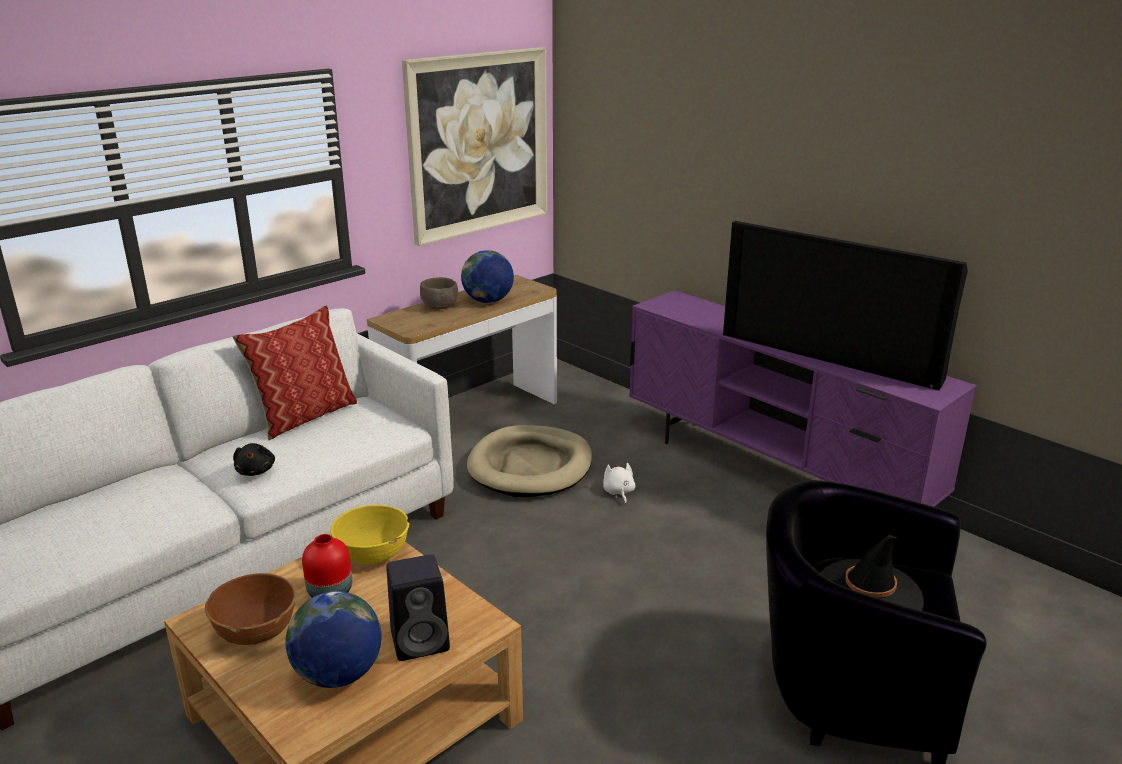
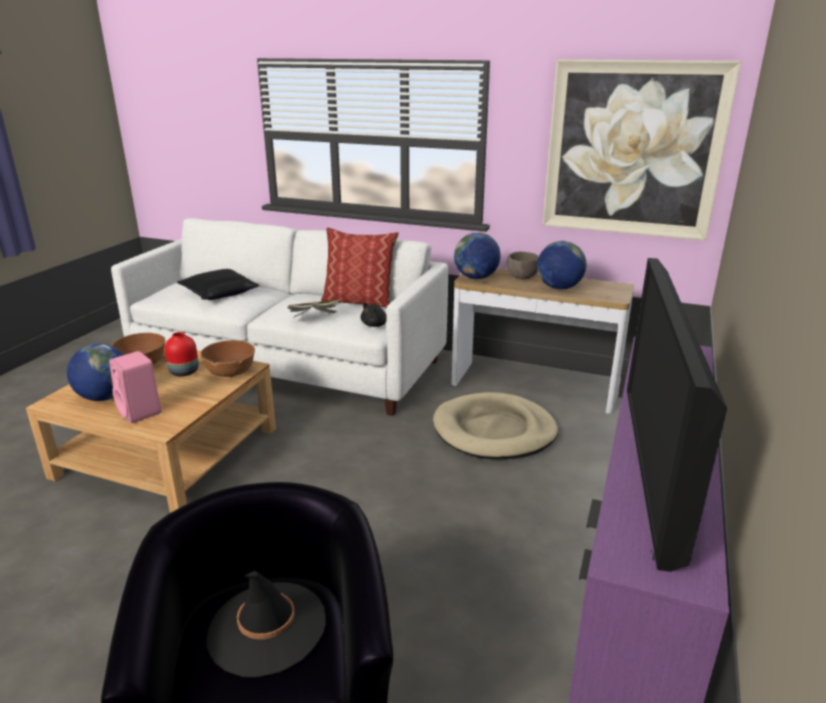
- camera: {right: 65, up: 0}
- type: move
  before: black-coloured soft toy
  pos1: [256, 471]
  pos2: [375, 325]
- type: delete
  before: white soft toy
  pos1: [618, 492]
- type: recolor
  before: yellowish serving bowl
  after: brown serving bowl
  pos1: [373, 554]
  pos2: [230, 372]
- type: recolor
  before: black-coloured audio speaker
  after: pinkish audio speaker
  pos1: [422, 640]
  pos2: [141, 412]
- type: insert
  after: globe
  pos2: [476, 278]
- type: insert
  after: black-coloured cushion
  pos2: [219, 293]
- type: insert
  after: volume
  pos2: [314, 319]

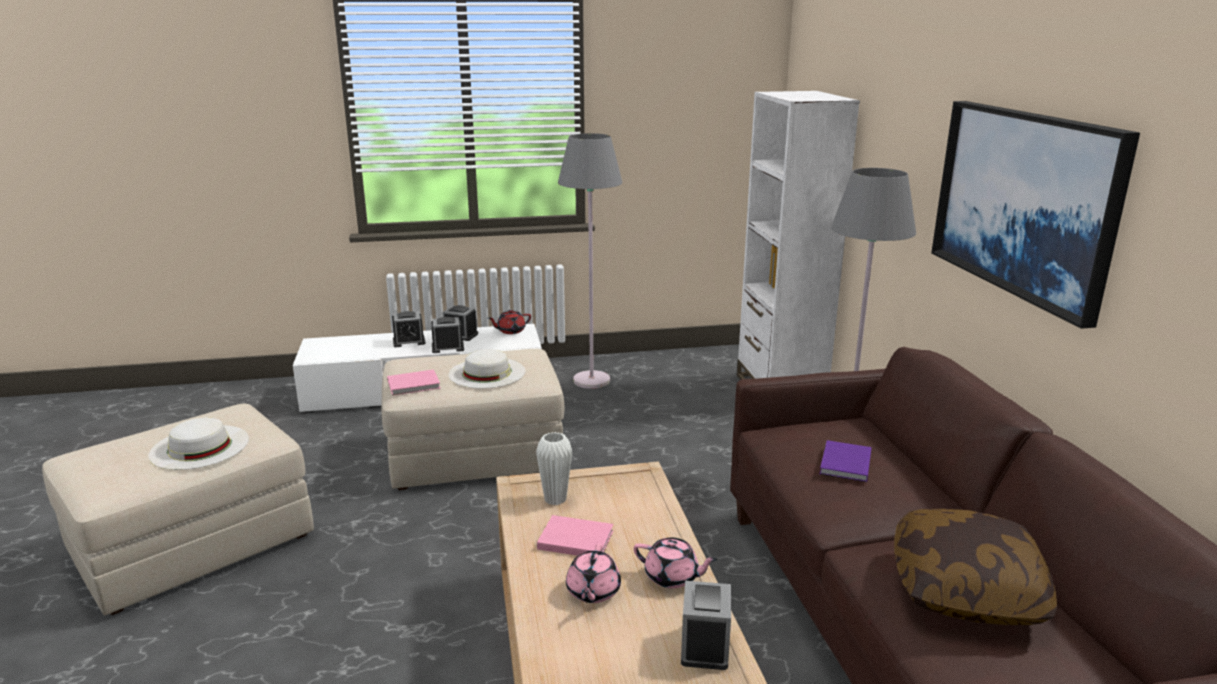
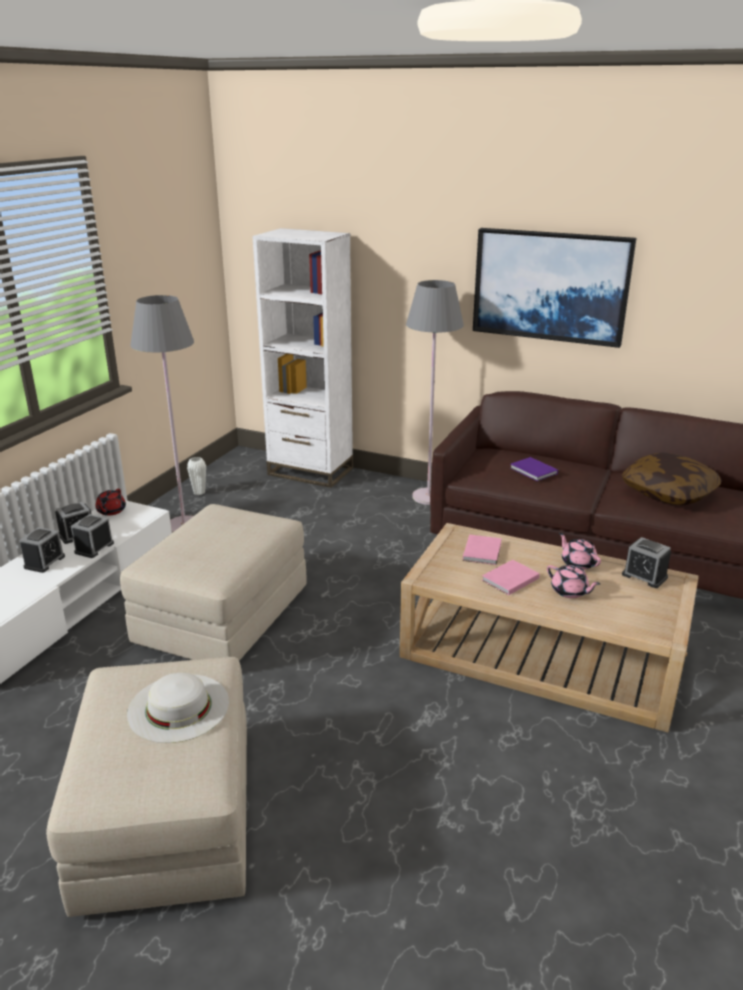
- camera: {right: -55, up: 5}
- type: delete
  before: white clothing hat
  pos1: [487, 372]
- type: move
  before: pinkish volume
  pos1: [415, 385]
  pos2: [483, 551]
- type: move
  before: white flower vase
  pos1: [555, 499]
  pos2: [199, 492]
- type: rotate
  before: pinkish pot for tea
  pos1: [672, 577]
  pos2: [578, 563]
  turn: -90

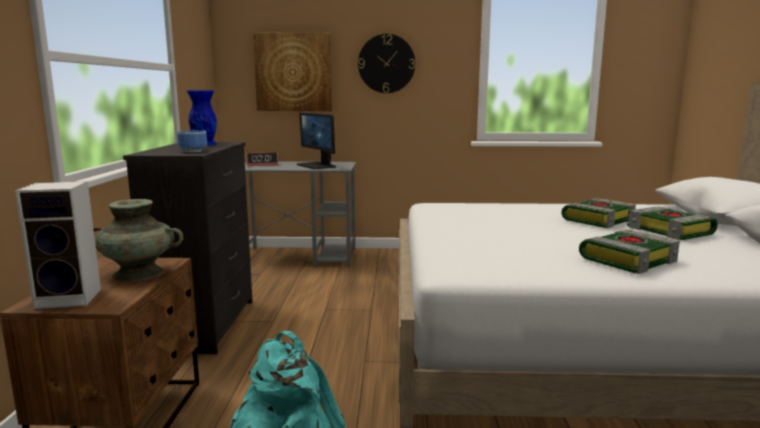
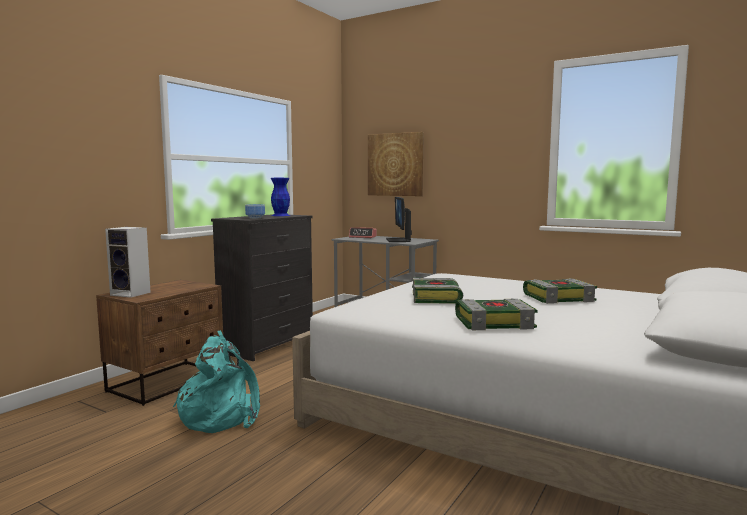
- camera: {right: 30, up: -5}
- type: delete
  before: wall clock
  pos1: [386, 64]
- type: delete
  before: blue-green flower vase
  pos1: [139, 273]
- type: move
  before: volume
  pos1: [671, 231]
  pos2: [437, 298]

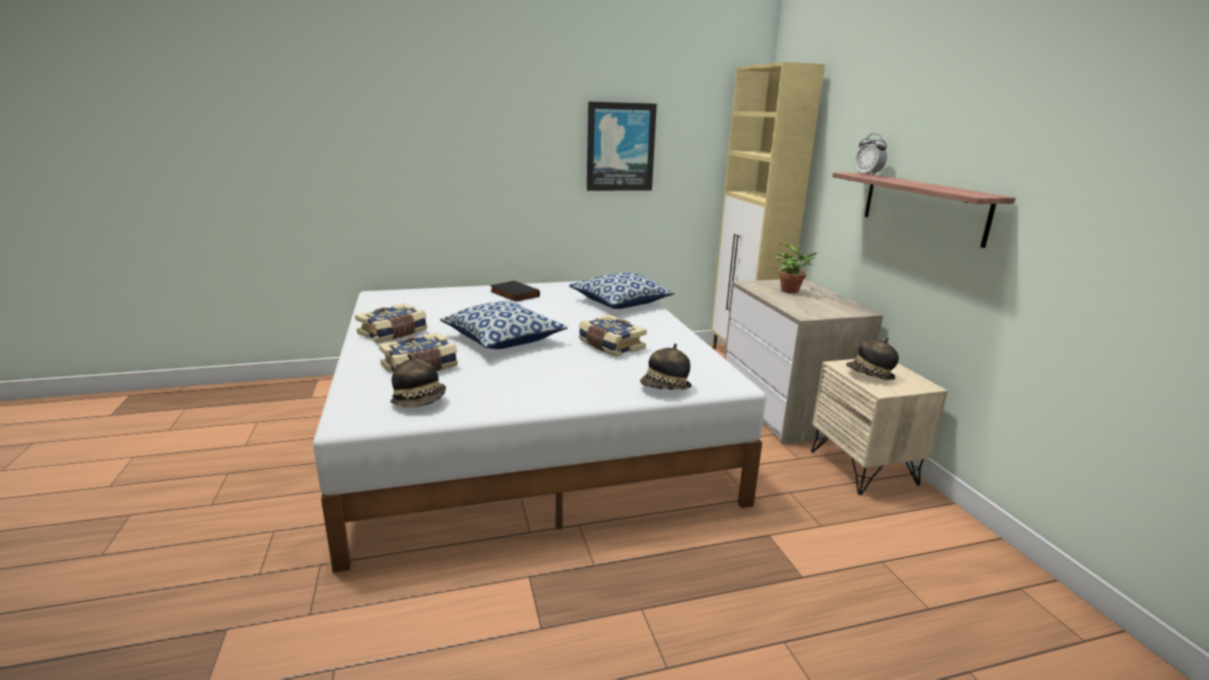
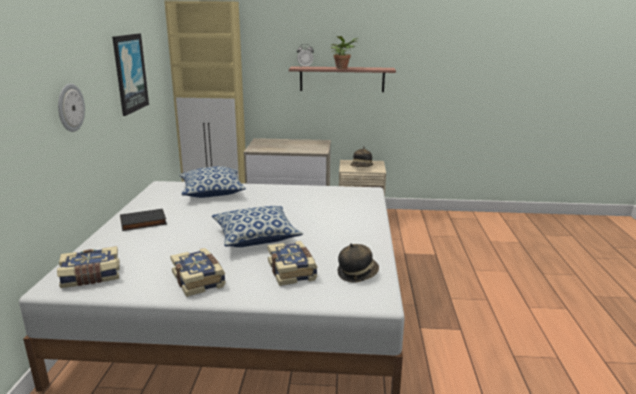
- camera: {right: -70, up: 0}
- type: move
  before: houseplant
  pos1: [792, 291]
  pos2: [342, 68]
- type: move
  before: volume
  pos1: [610, 346]
  pos2: [91, 277]
- type: delete
  before: clothing hat
  pos1: [665, 388]
- type: insert
  after: wall clock
  pos2: [70, 107]

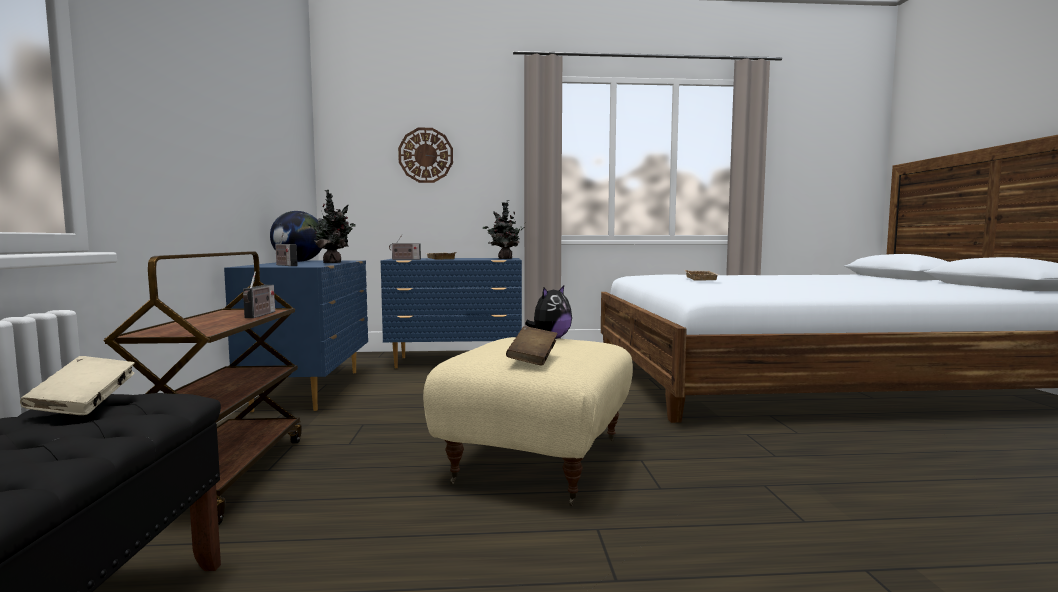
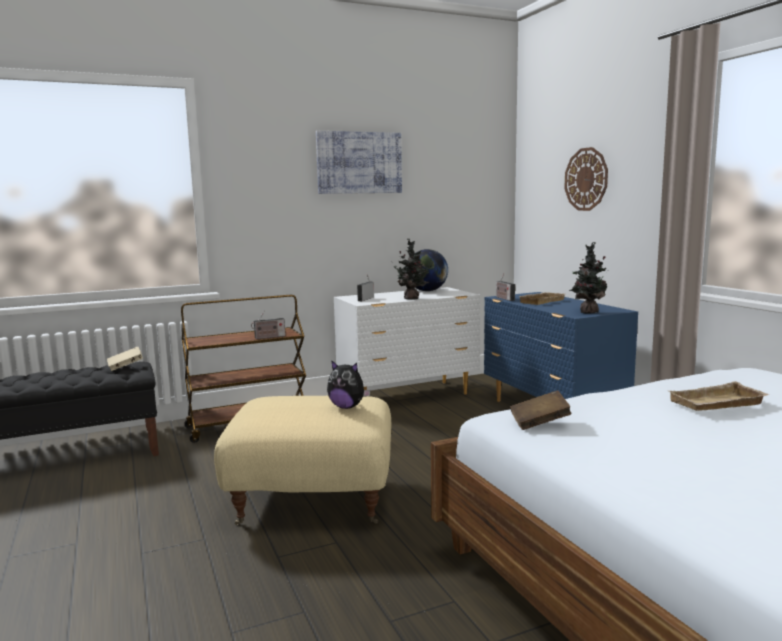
- camera: {right: 70, up: 5}
- type: recolor
  before: blue-coloured dresser
  after: white dresser
  pos1: [312, 389]
  pos2: [409, 396]
- type: move
  before: brown volume
  pos1: [532, 359]
  pos2: [539, 423]
- type: insert
  after: wall picture
  pos2: [359, 163]

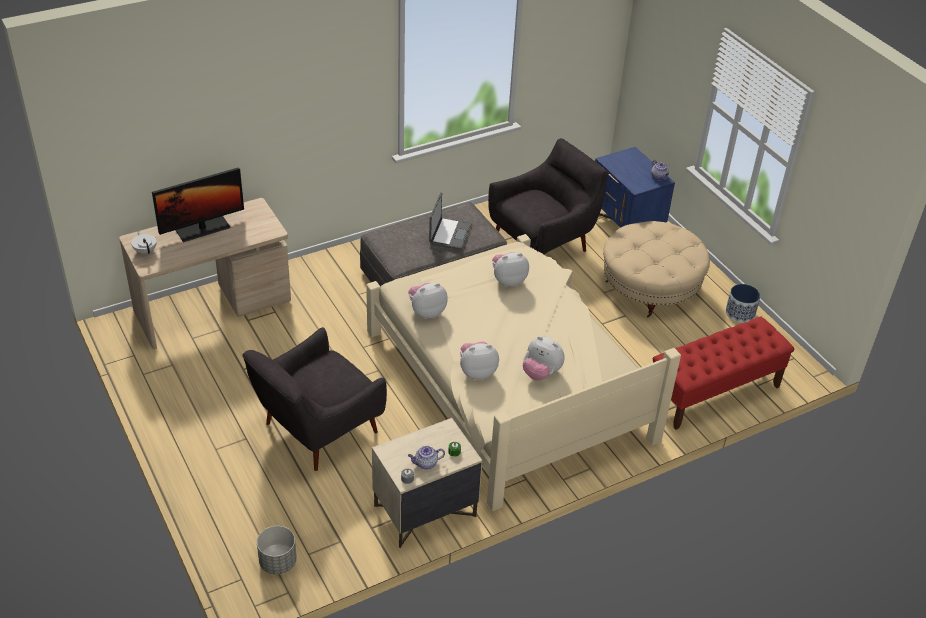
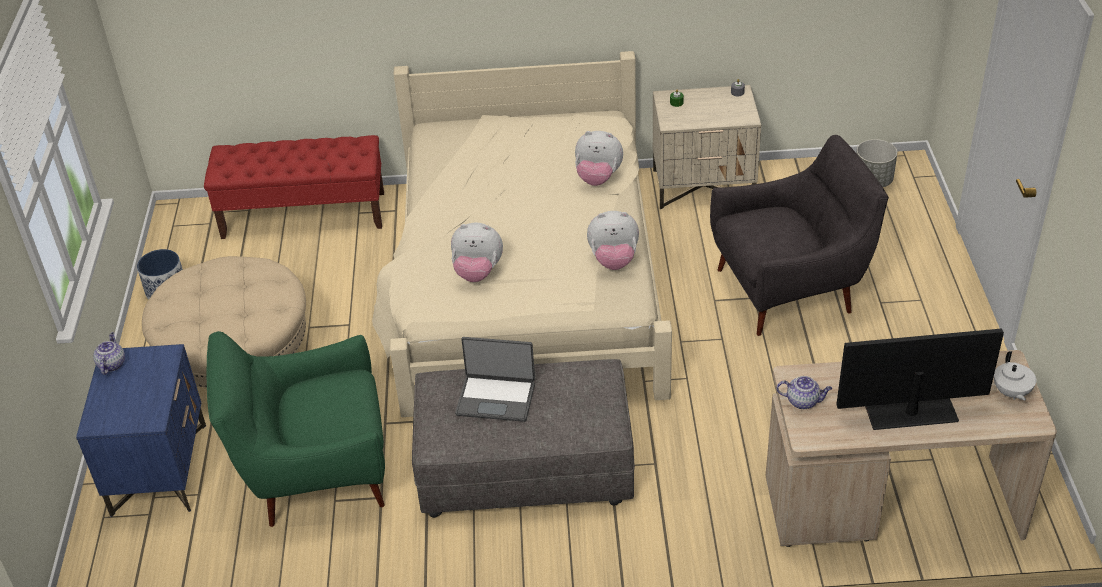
- camera: {right: -150, up: 0}
- type: recolor
  before: greyish easy chair
  after: greenish easy chair
  pos1: [543, 243]
  pos2: [314, 473]
- type: rotate
  before: laptop
  pos1: [449, 234]
  pos2: [496, 398]
  turn: -120
- type: delete
  before: soft toy
  pos1: [541, 373]
- type: move
  before: pot for tea
  pos1: [425, 464]
  pos2: [803, 401]

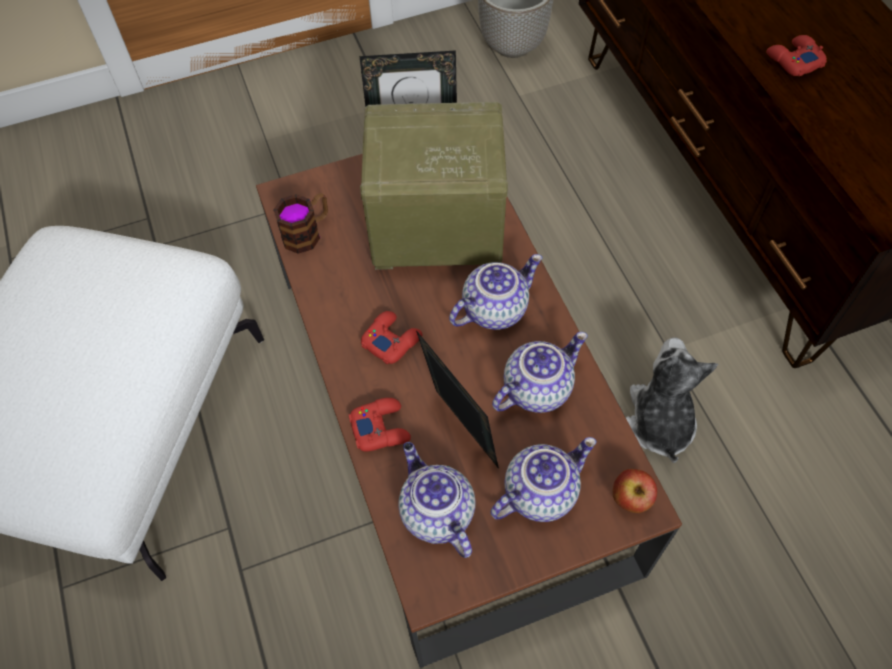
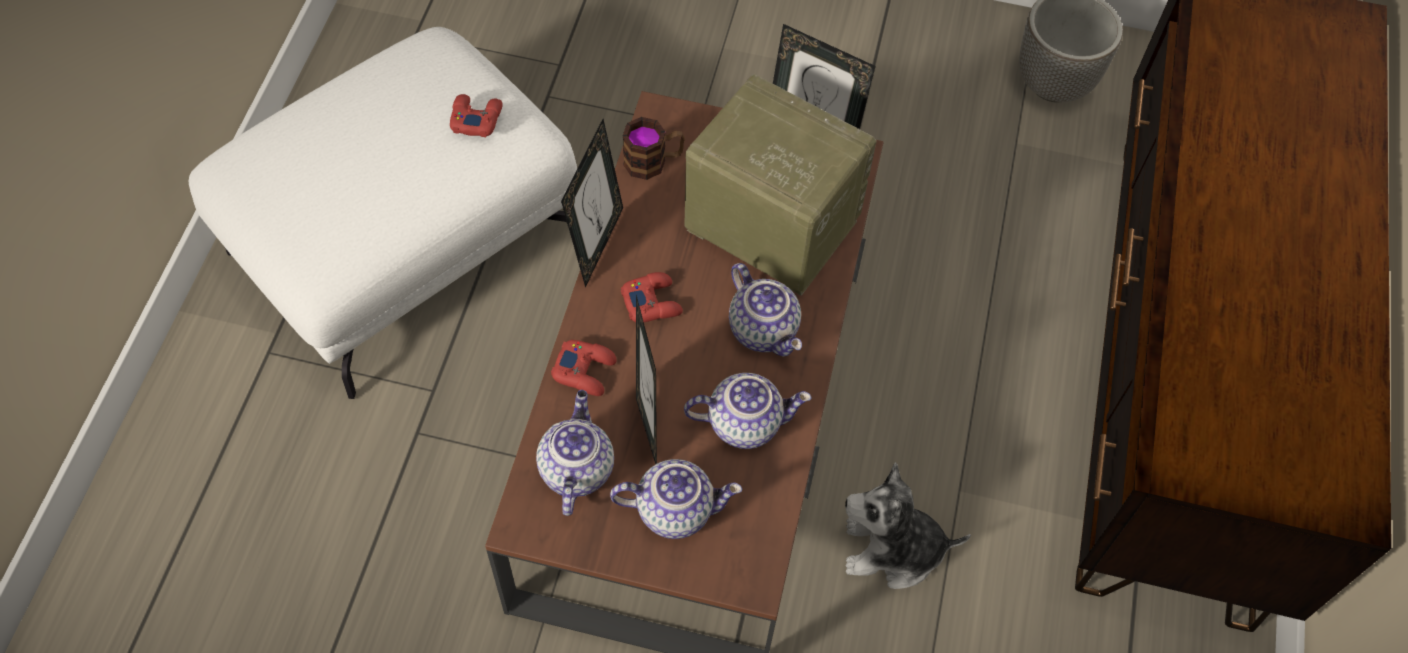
- camera: {right: 30, up: 0}
- type: move
  before: red-coloured joypad
  pos1: [793, 60]
  pos2: [476, 118]
- type: rotate
  before: pot for tea
  pos1: [494, 308]
  pos2: [765, 329]
  turn: 60
- type: rotate
  before: soft toy
  pos1: [659, 421]
  pos2: [892, 550]
  turn: -120
- type: delete
  before: whole apple
  pos1: [630, 499]
- type: insert
  after: standing frame
  pos2: [596, 244]

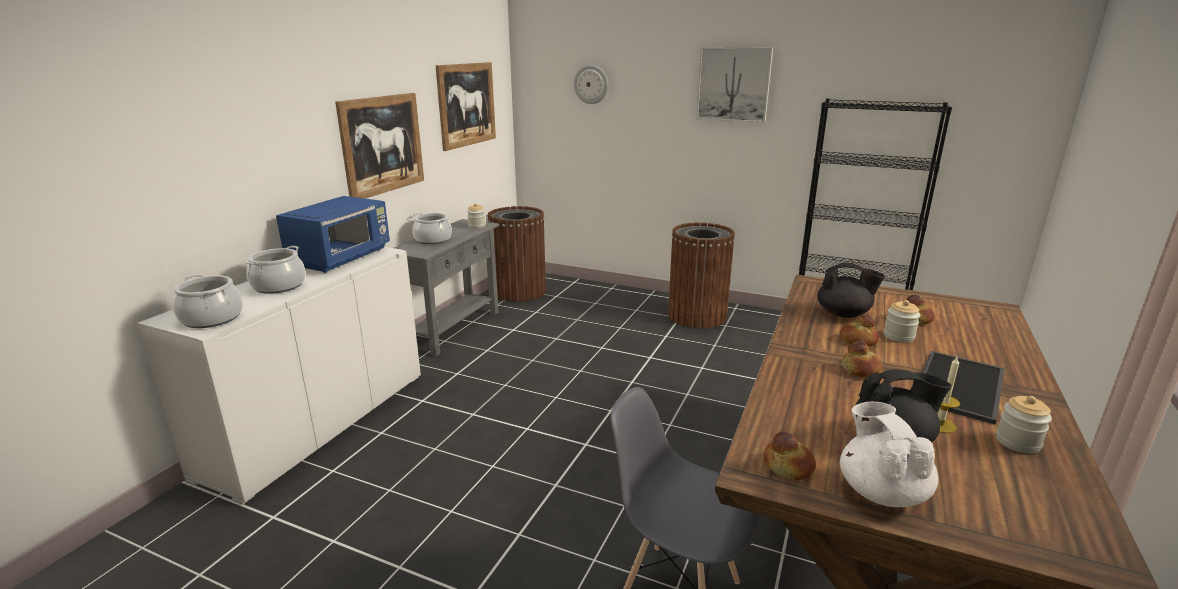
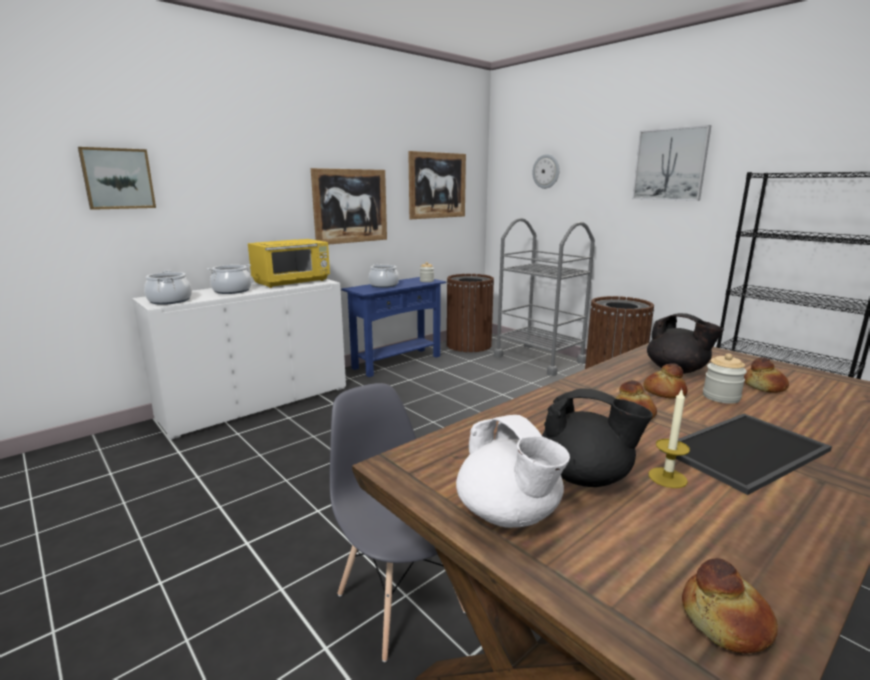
- camera: {right: 25, up: -5}
- type: recolor
  before: blue-coloured kitchen microwave
  after: yellowish kitchen microwave
  pos1: [342, 258]
  pos2: [292, 282]
- type: recolor
  before: greyish console table
  after: blue-coloured console table
  pos1: [453, 329]
  pos2: [397, 362]
- type: delete
  before: preserve jar
  pos1: [1017, 442]
- type: rotate
  before: white pot for tea
  pos1: [881, 491]
  pos2: [509, 515]
  turn: 135
- type: move
  before: baked bread
  pos1: [788, 466]
  pos2: [726, 621]
- type: insert
  after: wall picture
  pos2: [118, 178]
- type: insert
  after: greyish cart
  pos2: [539, 359]

